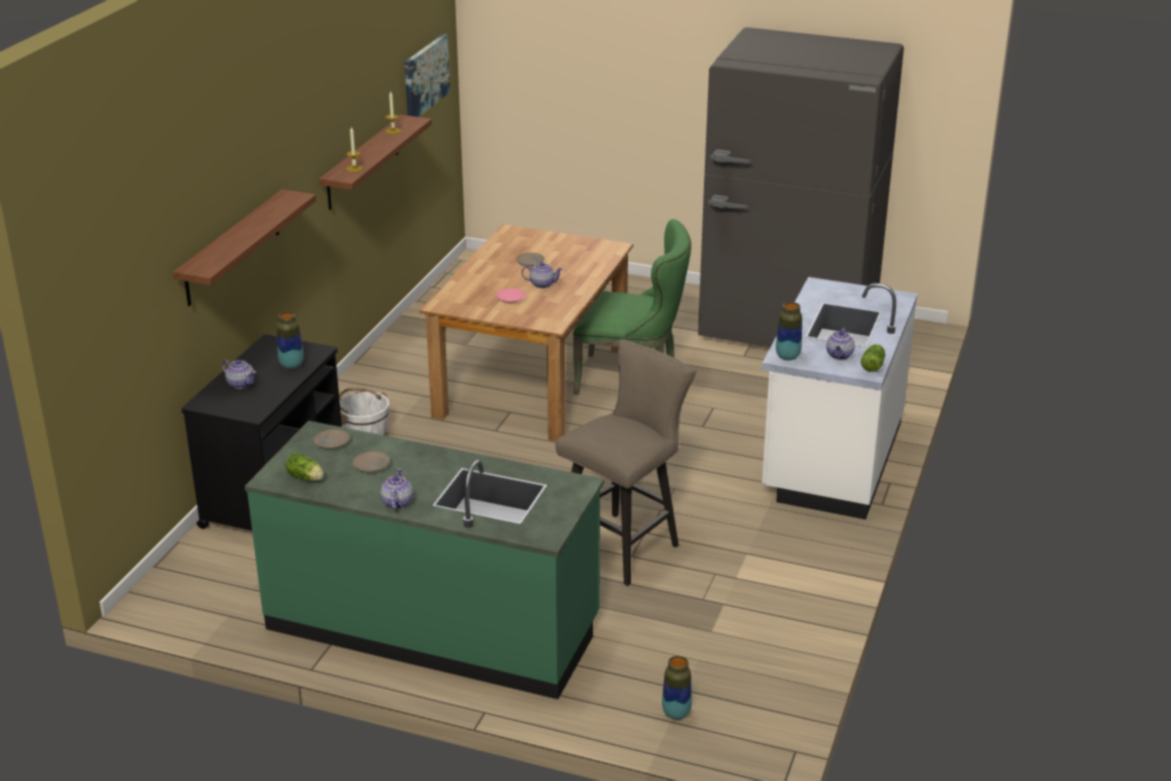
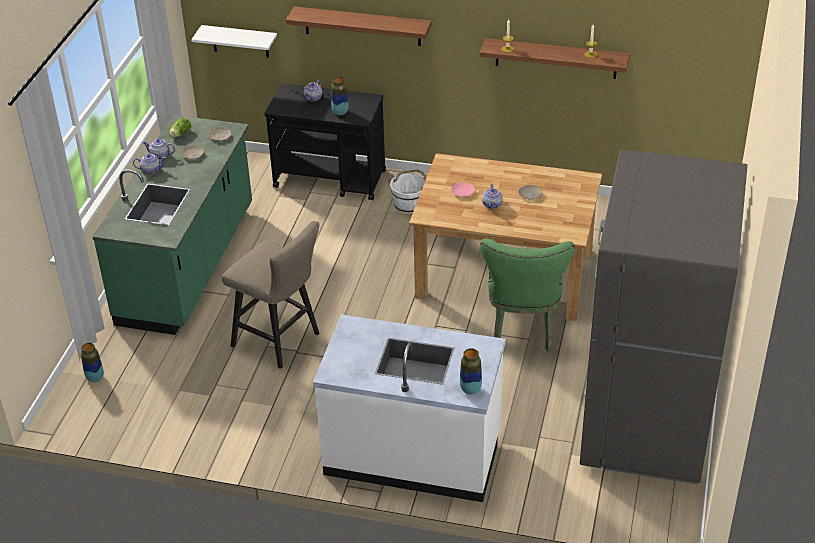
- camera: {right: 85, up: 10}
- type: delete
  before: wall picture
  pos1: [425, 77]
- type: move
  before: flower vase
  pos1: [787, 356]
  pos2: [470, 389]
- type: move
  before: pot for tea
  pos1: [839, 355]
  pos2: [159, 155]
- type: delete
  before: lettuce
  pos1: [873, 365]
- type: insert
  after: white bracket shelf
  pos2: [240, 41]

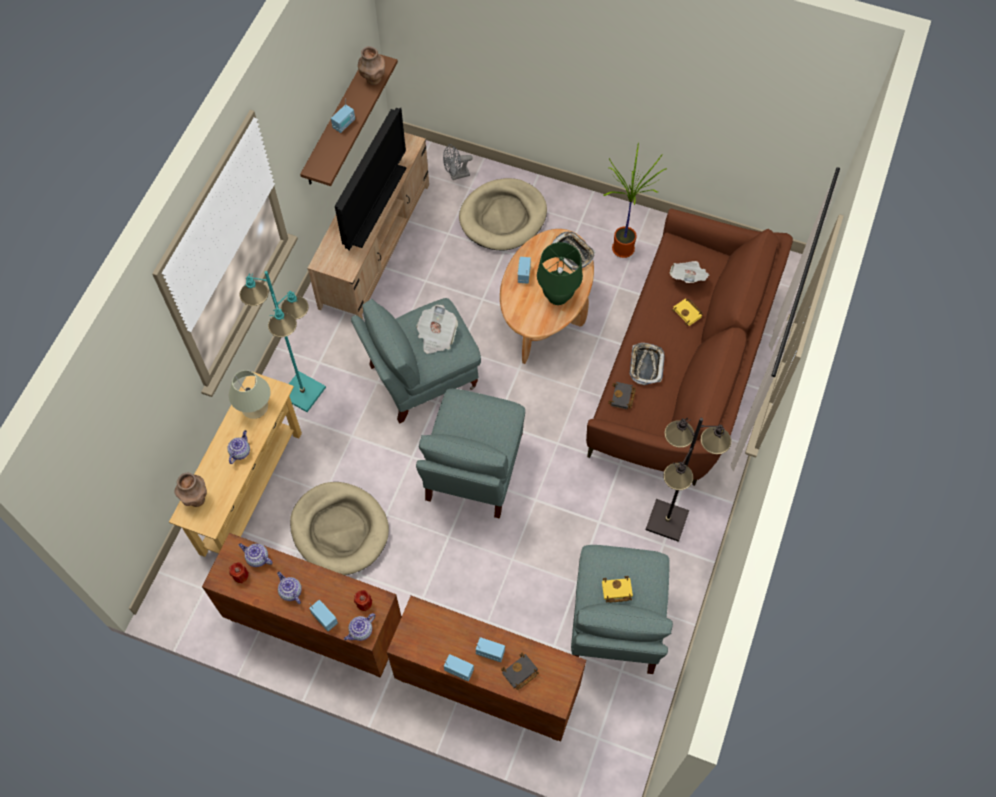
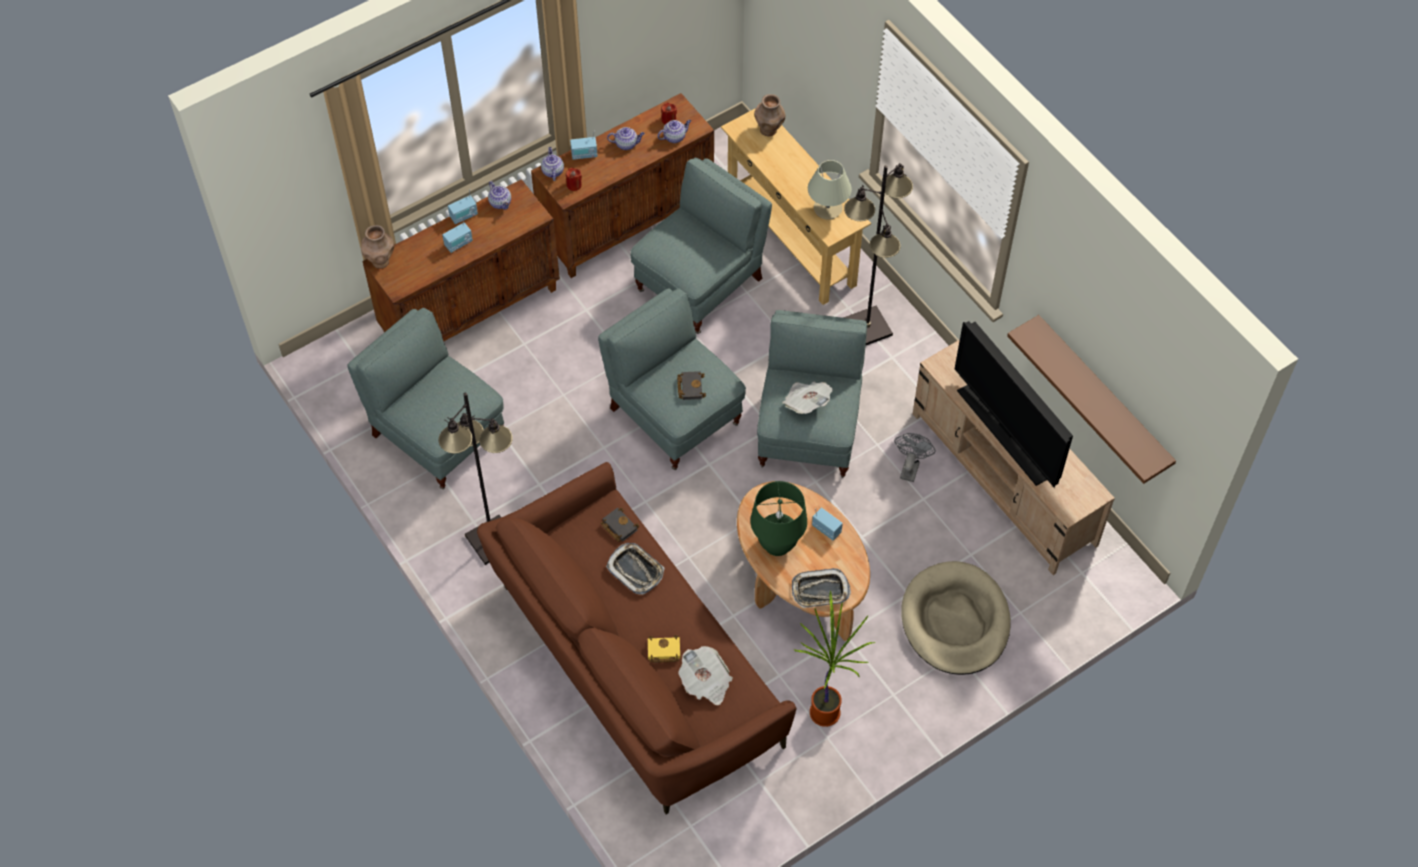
- camera: {right: 125, up: -5}
- type: move
  before: brown flower vase
  pos1: [373, 79]
  pos2: [380, 261]
- type: delete
  before: radio set
  pos1: [344, 124]
- type: move
  before: greyish fan
  pos1: [456, 175]
  pos2: [910, 467]
- type: recolor
  before: blue-green standard lamp
  after: black-coloured standard lamp
  pos1: [303, 391]
  pos2: [868, 328]
- type: move
  before: pot for tea
  pos1: [240, 451]
  pos2: [501, 203]
- type: replace
  before: beige dog bed
  after: greyish easy chair
  pos1: [340, 529]
  pos2: [700, 284]
- type: delete
  before: yellowish volume
  pos1: [616, 591]
- type: move
  before: black-coloured volume
  pos1: [520, 673]
  pos2: [690, 386]

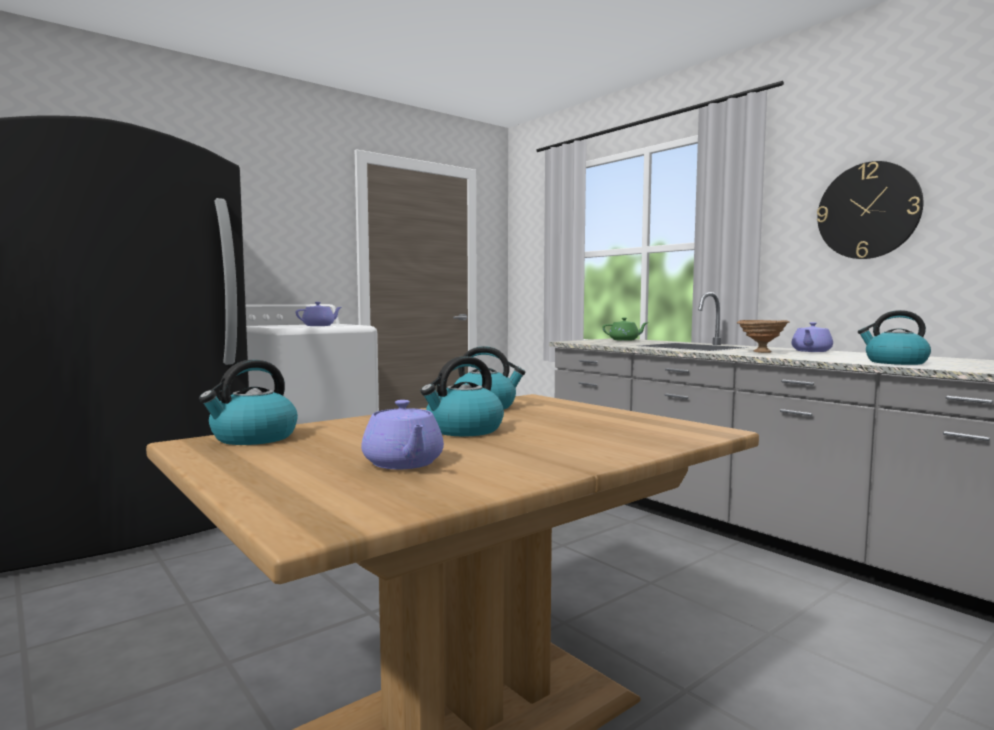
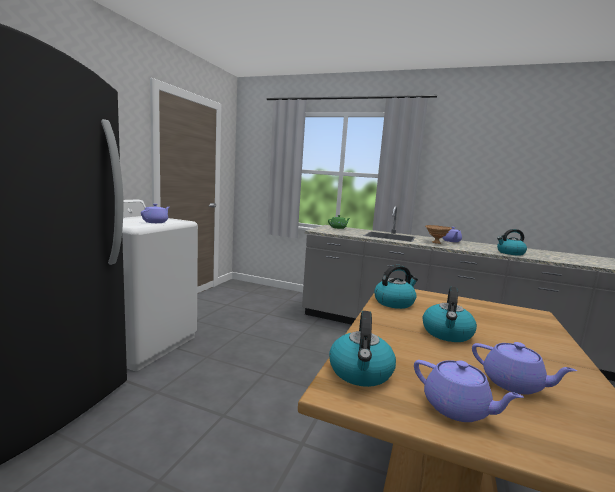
- camera: {right: -30, up: 5}
- type: delete
  before: wall clock
  pos1: [868, 211]
- type: insert
  after: purplish pot for tea
  pos2: [457, 408]

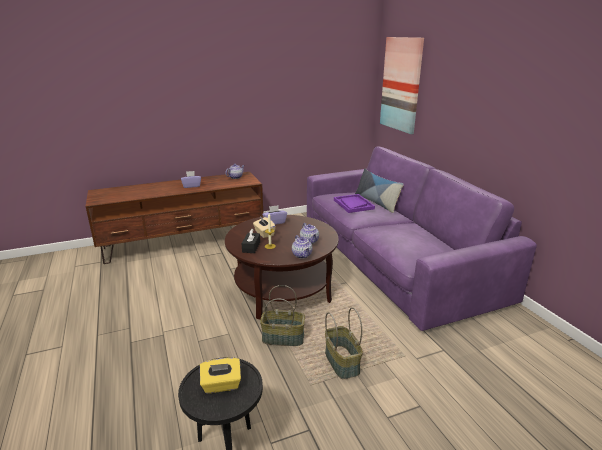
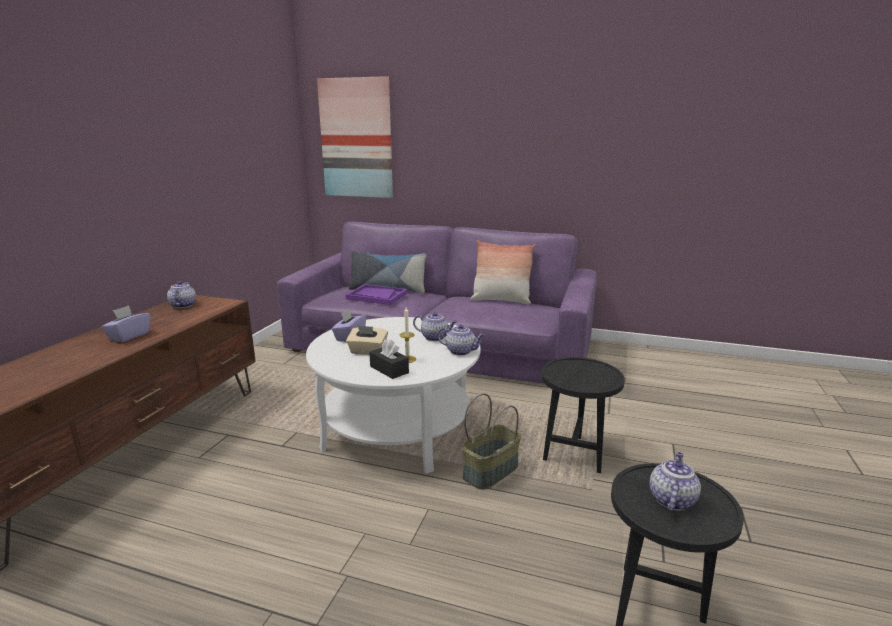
- camera: {right: -50, up: -5}
- type: recolor
  before: brown coffee table
  after: white coffee table
  pos1: [283, 290]
  pos2: [397, 430]
- type: replace
  before: household basket
  after: black-coloured end table
  pos1: [342, 362]
  pos2: [574, 453]
- type: replace
  before: yellowish tissue box
  after: pot for tea
  pos1: [221, 385]
  pos2: [671, 499]
- type: insert
  after: cushion
  pos2: [501, 300]

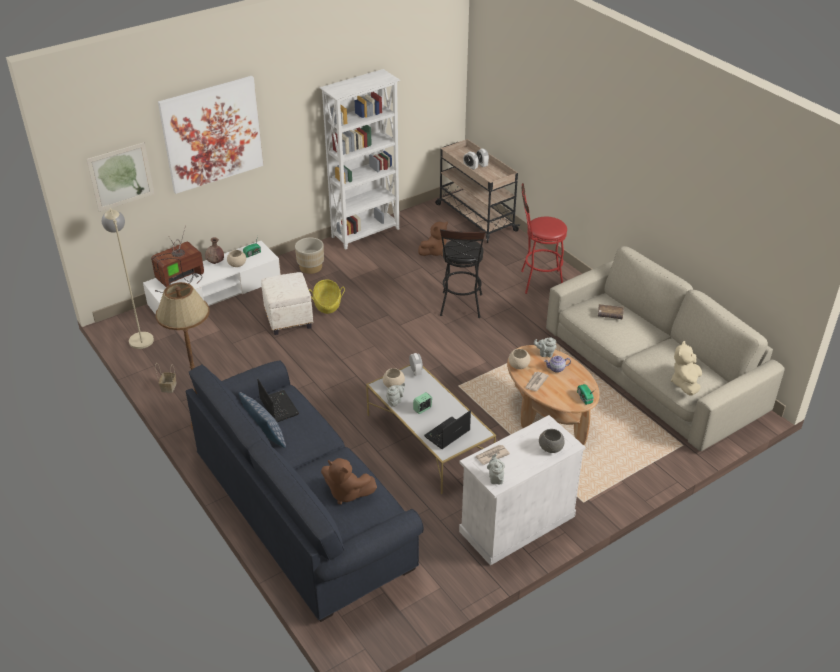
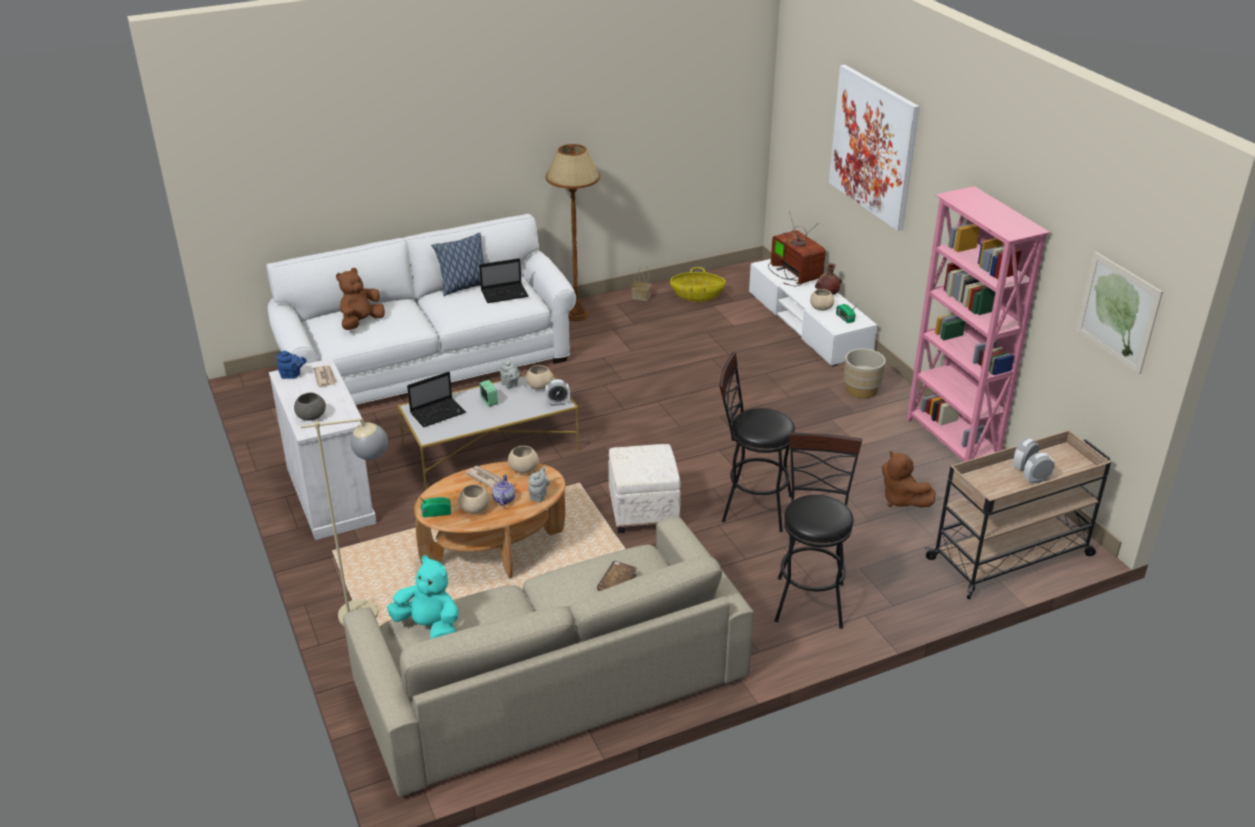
- camera: {right: 100, up: -5}
- type: recolor
  before: white bookcase
  after: pinkish bookcase
  pos1: [366, 233]
  pos2: [951, 441]
- type: move
  before: wall picture
  pos1: [121, 176]
  pos2: [1118, 312]
- type: recolor
  before: red-coloured stool seat
  after: black-coloured stool seat
  pos1: [537, 282]
  pos2: [809, 597]
- type: move
  before: beige standard lamp
  pos1: [139, 336]
  pos2: [372, 613]
- type: move
  before: white footrest
  pos1: [289, 320]
  pos2: [642, 514]
- type: move
  before: household basket
  pos1: [327, 304]
  pos2: [697, 296]
- type: recolor
  before: beige soft toy
  after: blue-green soft toy
  pos1: [685, 383]
  pos2: [429, 627]
- type: recolor
  before: blue-coloured sofa
  after: white sofa
  pos1: [302, 509]
  pos2: [428, 364]
- type: rotate
  before: laptop
  pos1: [446, 434]
  pos2: [439, 413]
  turn: 90
- type: recolor
  before: greyish pot for tea
  after: blue-coloured pot for tea
  pos1: [495, 478]
  pos2: [292, 375]
- type: insert
  after: beige serving bowl
  pos2: [474, 509]

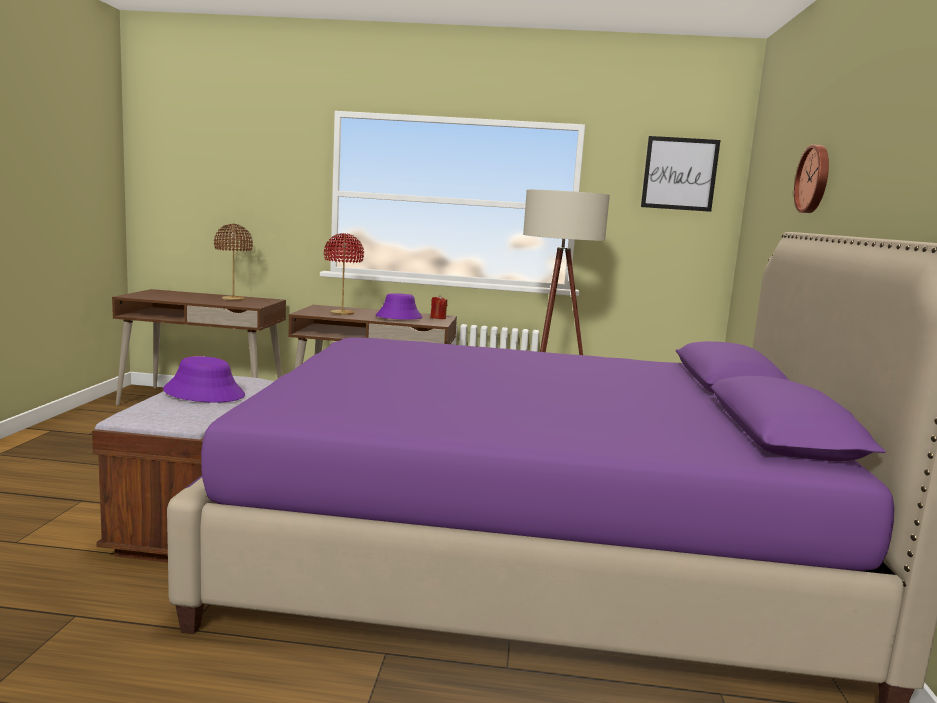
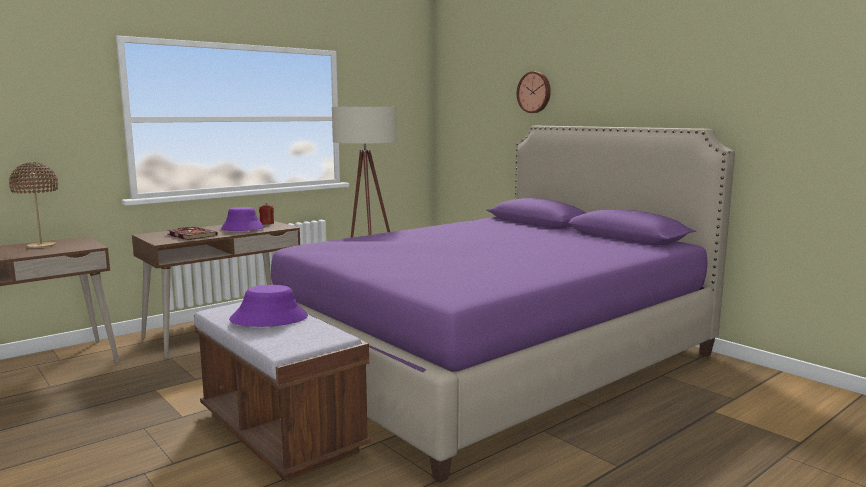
- camera: {right: -45, up: 0}
- type: delete
  before: wall picture
  pos1: [679, 174]
- type: replace
  before: red-coloured tabletop lamp
  after: volume
  pos1: [341, 313]
  pos2: [190, 235]

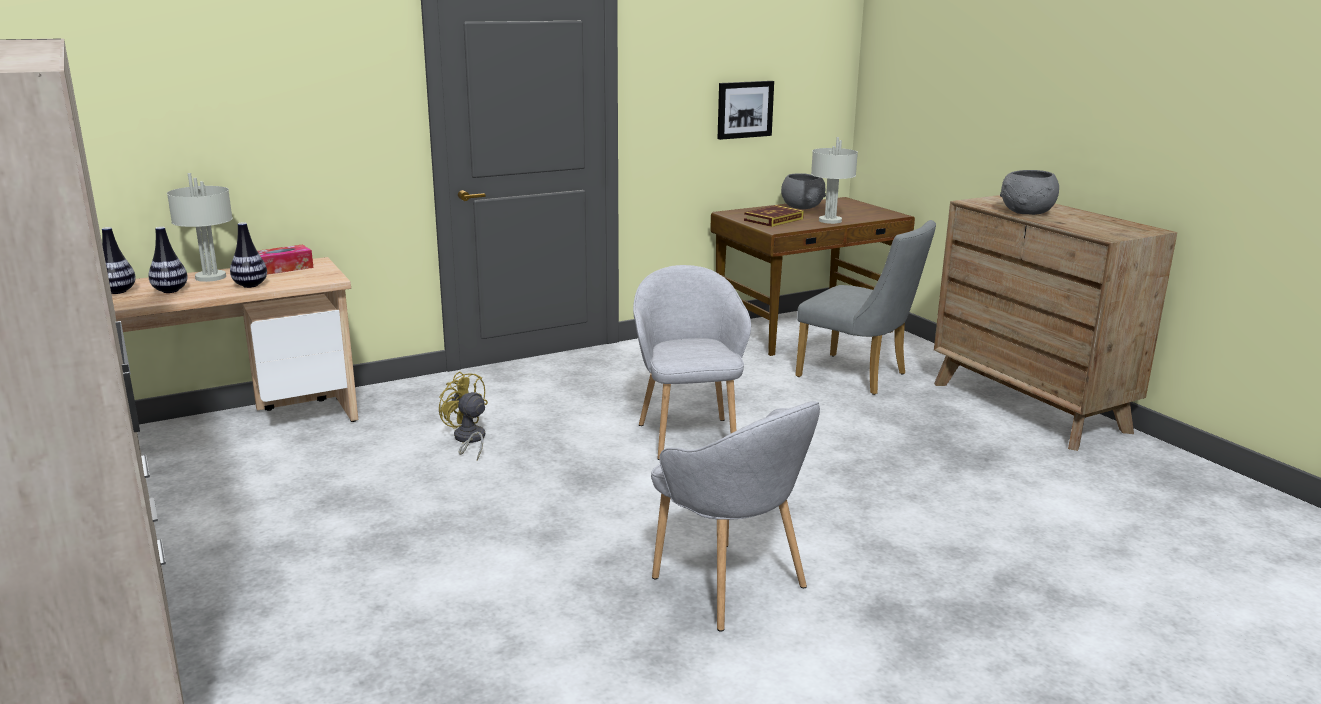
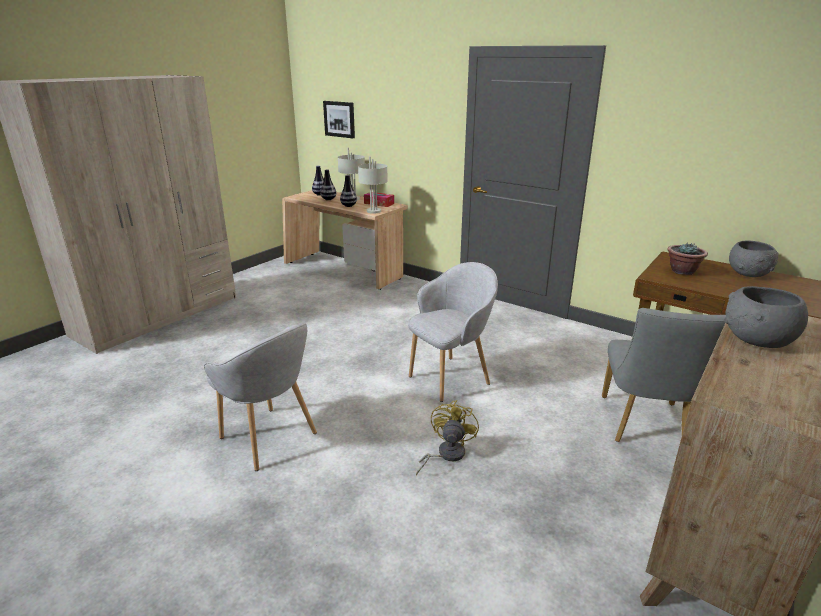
- camera: {right: 65, up: 5}
- type: move
  before: wall picture
  pos1: [744, 109]
  pos2: [339, 119]
- type: move
  before: greyish tabletop lamp
  pos1: [829, 221]
  pos2: [373, 211]
- type: replace
  before: volume
  after: houseplant
  pos1: [773, 219]
  pos2: [682, 271]
- type: move
  before: yellowish fan
  pos1: [468, 440]
  pos2: [446, 455]
- type: rotate
  before: greyish easy chair
  pos1: [730, 586]
  pos2: [269, 438]
  turn: -75

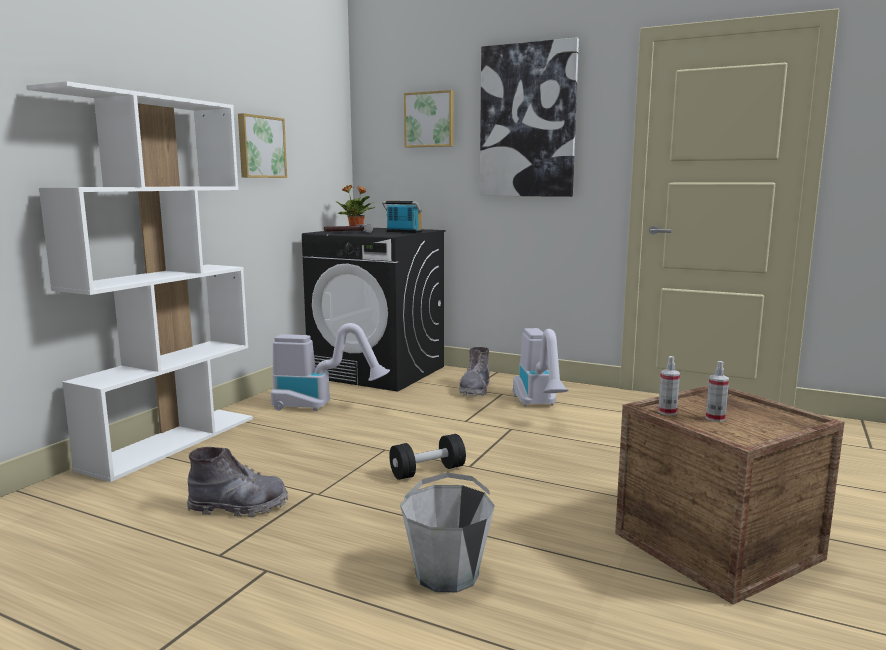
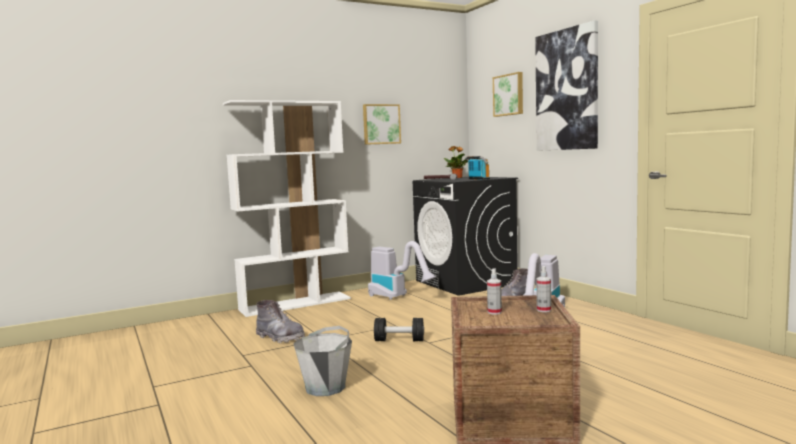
- camera: {right: 35, up: -5}
- type: move
  before: sprayer
  pos1: [667, 412]
  pos2: [543, 310]

